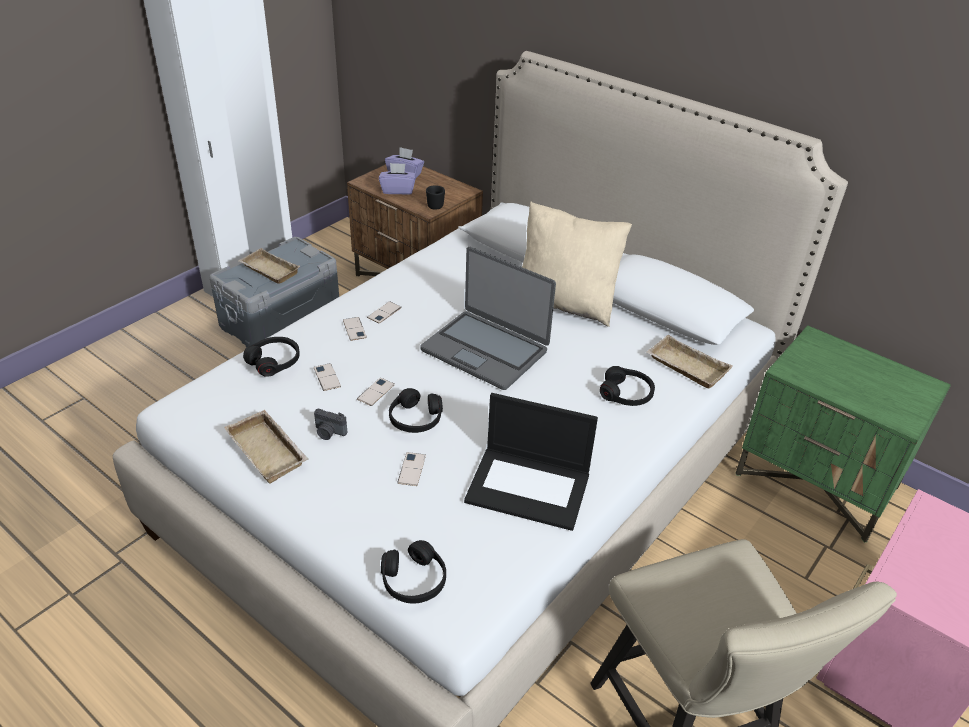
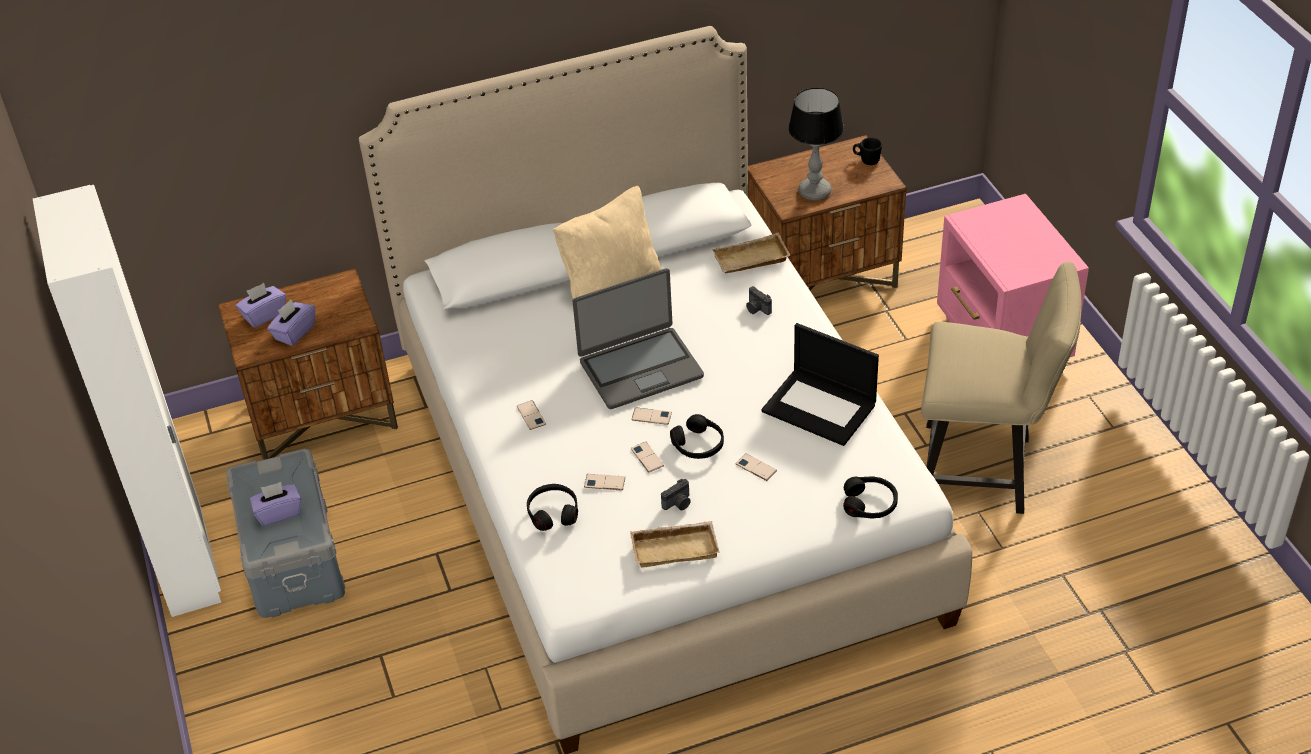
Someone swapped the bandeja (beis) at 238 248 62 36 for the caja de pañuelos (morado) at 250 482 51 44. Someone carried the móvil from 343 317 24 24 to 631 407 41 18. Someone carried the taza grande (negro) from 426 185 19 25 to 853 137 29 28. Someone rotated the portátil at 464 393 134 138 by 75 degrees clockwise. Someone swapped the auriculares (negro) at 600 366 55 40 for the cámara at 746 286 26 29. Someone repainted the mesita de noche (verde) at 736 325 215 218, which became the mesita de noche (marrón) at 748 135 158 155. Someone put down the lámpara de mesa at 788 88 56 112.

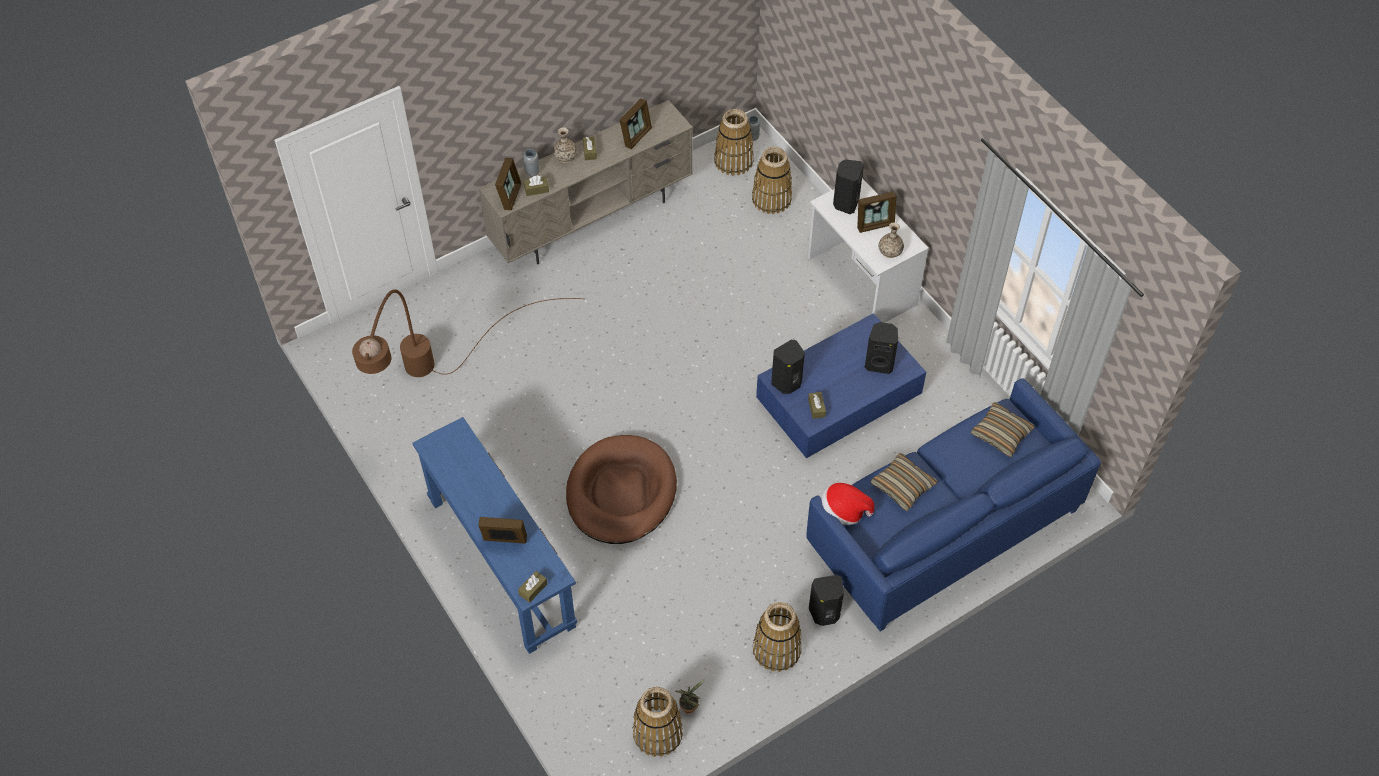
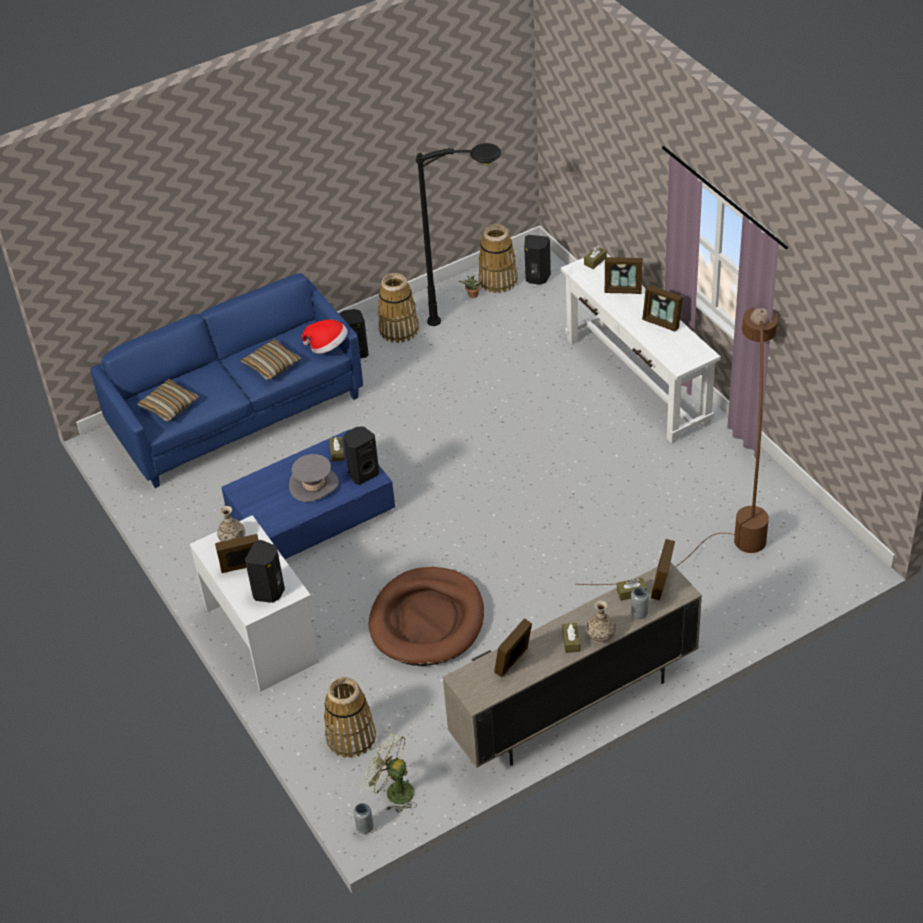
Someone repainted the mesa consola (azul) at 413 417 164 237, which became the mesa consola (blanco) at 561 254 160 189. Someone carried the cama para perro (marrón) from 566 435 111 109 to 369 567 115 99. Someone swapped the cesta at 714 109 40 67 for the ventilador (verde) at 364 733 53 80. Someone carried the altavoz (negro) from 865 322 33 52 to 524 235 27 50. Someone put down the sombrero (gris) at 289 454 50 48. Someone put down the lámpara de pie (negro) at 416 143 85 183. Someone put down the portarretratos at 642 285 41 47.

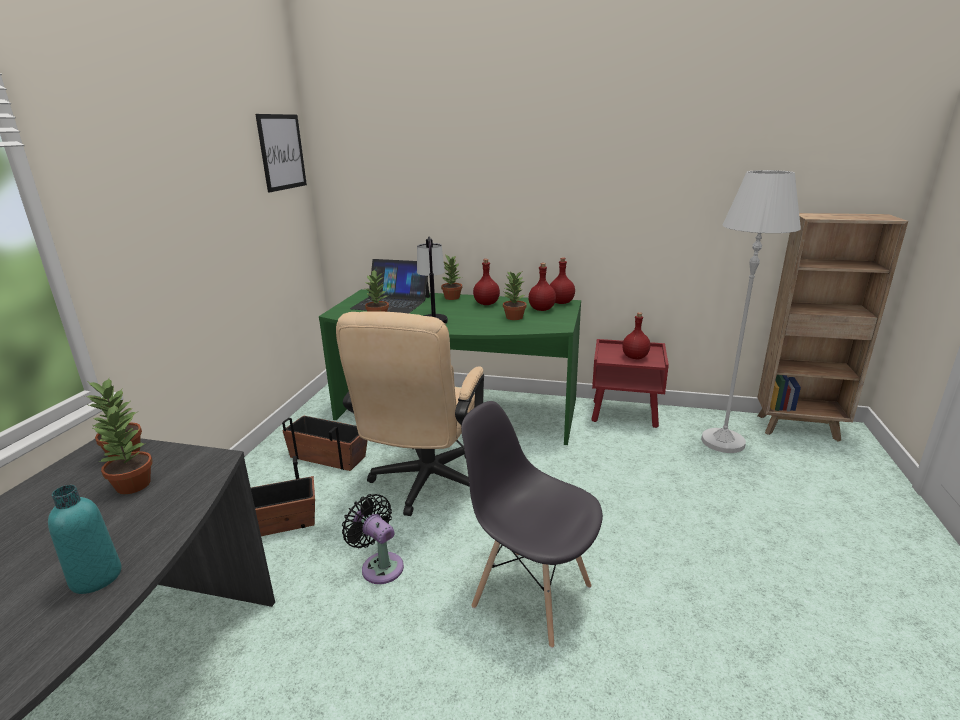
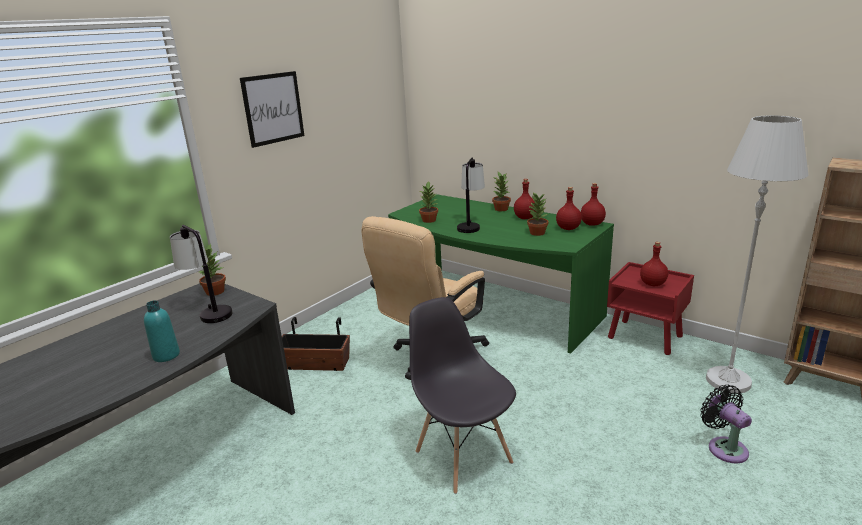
Someone swapped the planta en maceta at 92 404 61 90 for the lámpara de mesa at 170 225 63 98. Someone carried the cuadro from 255 114 52 78 to 240 71 64 77. Someone took away the maceta at 282 415 86 56. Someone carried the ventilador (negro) from 342 494 62 90 to 700 385 52 78. Someone took away the portátil at 350 259 80 55.

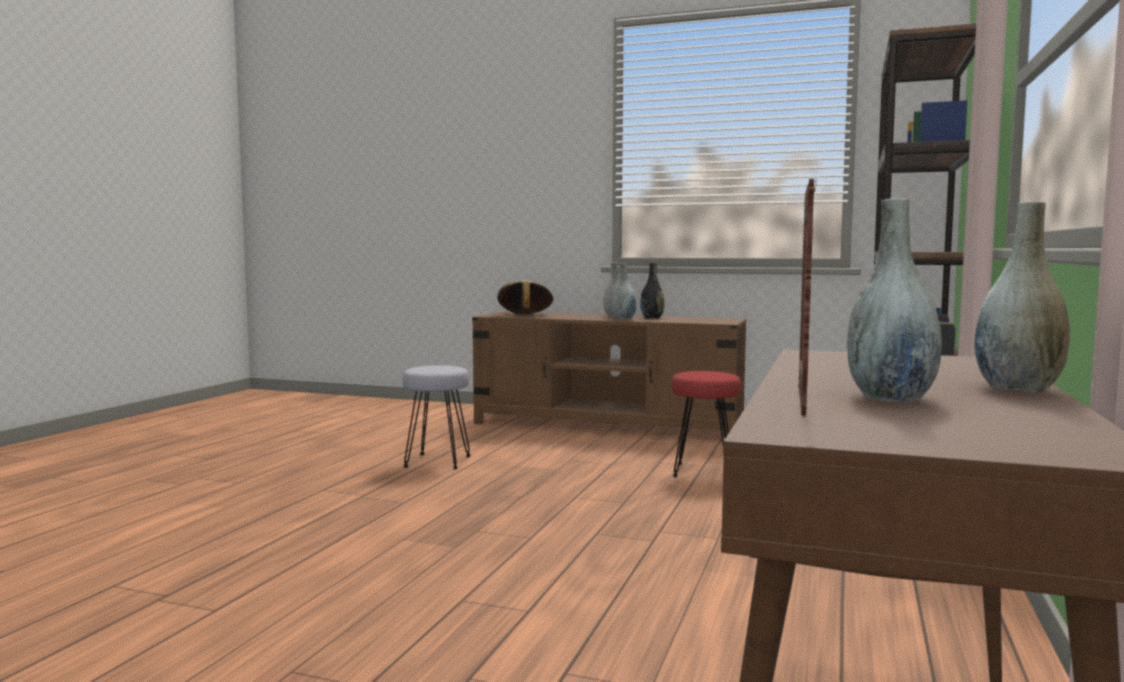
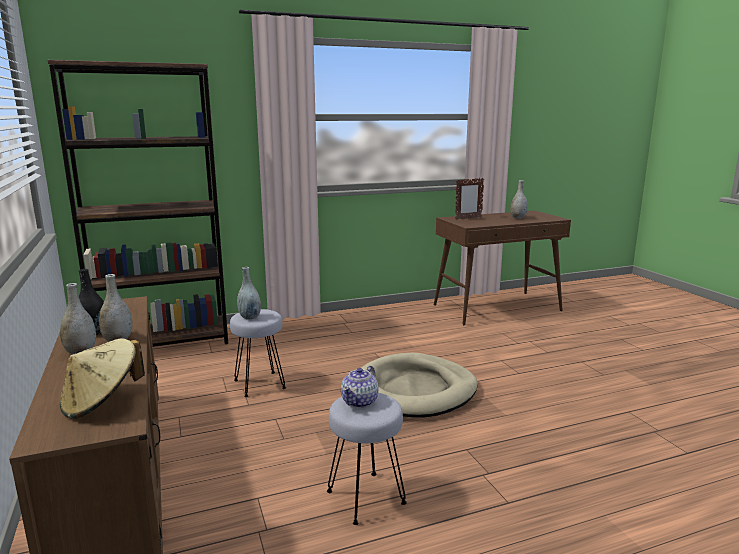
Someone repainted the taburete (rojo) at 672 371 69 106, which became the taburete (gris) at 230 309 56 88. Someone carried the portarretratos from 799 179 18 236 to 455 178 29 42. Someone carried the florero (gris) from 975 202 95 191 to 237 267 24 53. Someone put down the tetera at 341 366 38 42. Someone put down the cama para perro (beis) at 361 353 117 64.

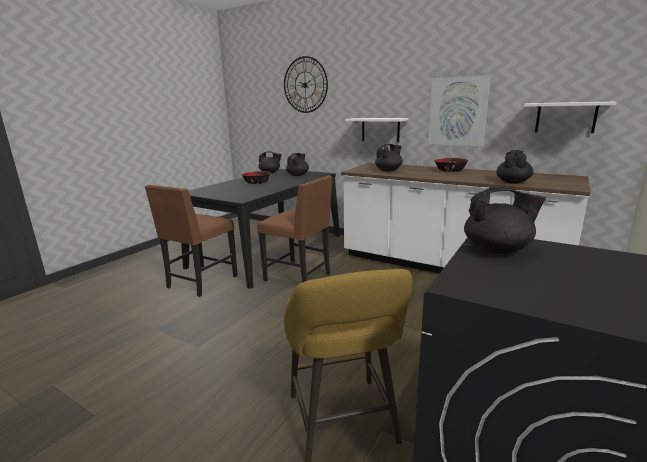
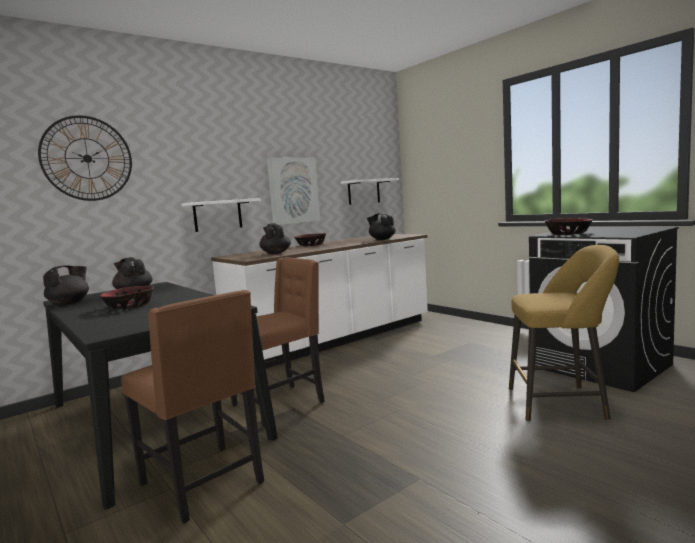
Someone swapped the tetera (negro) at 464 187 82 67 for the cuenco at 544 218 49 17.

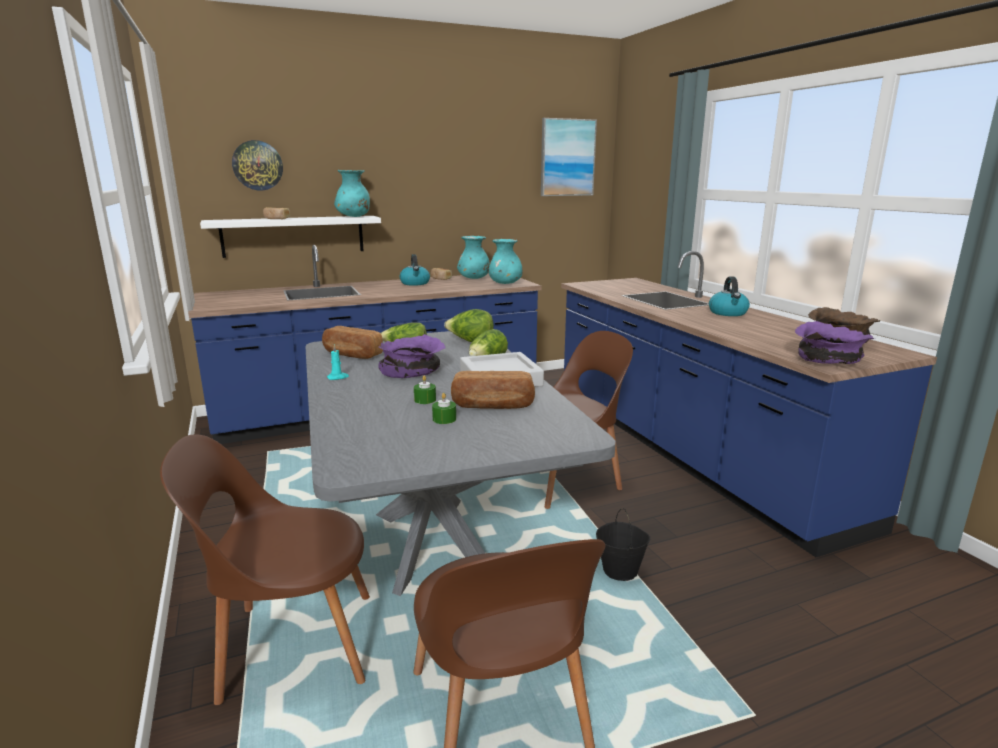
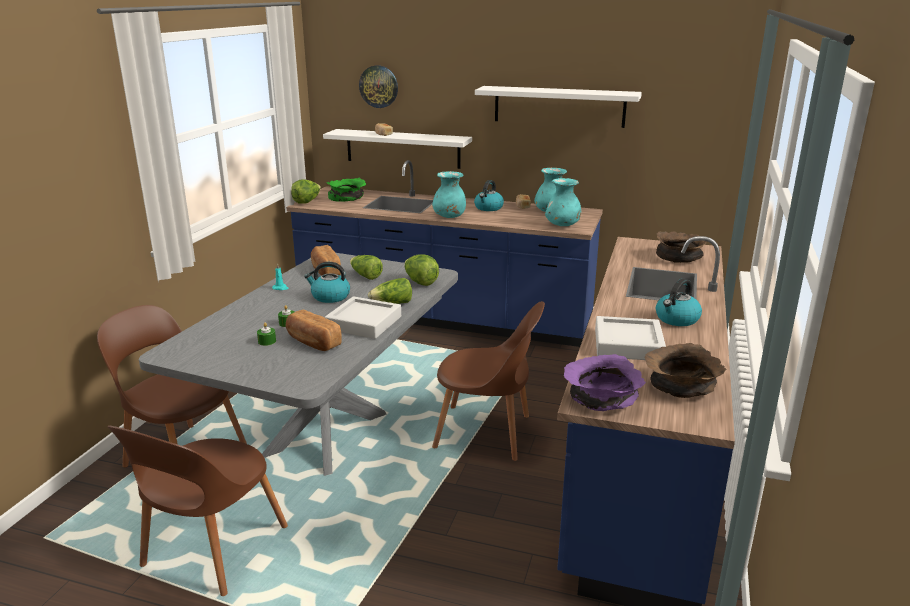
Someone carried the florero (turquesa) from 334 170 36 47 to 432 171 34 47. Someone swapped the cuenco (morado) at 379 334 66 44 for the hervidor at 304 262 46 41. Someone took away the cuadro at 541 118 56 78. Someone took away the cubo (negro) at 596 508 54 73. Someone put down the lechuga at 291 179 30 25. Someone put down the cuenco (verde) at 327 178 39 24. Someone put up the estante (blanco) at 475 86 167 42. Someone put down the bandeja (gris) at 595 316 71 44. Someone put down the cuenco (marrón) at 656 231 51 32.

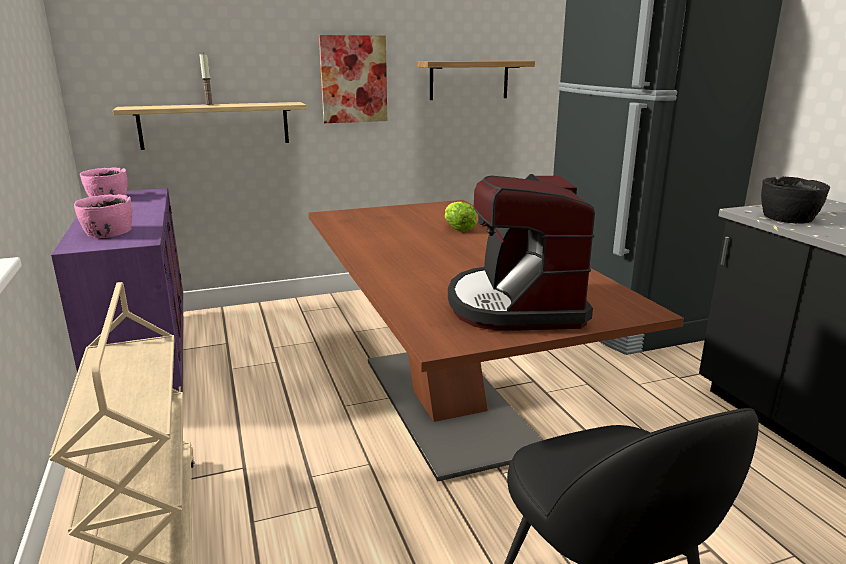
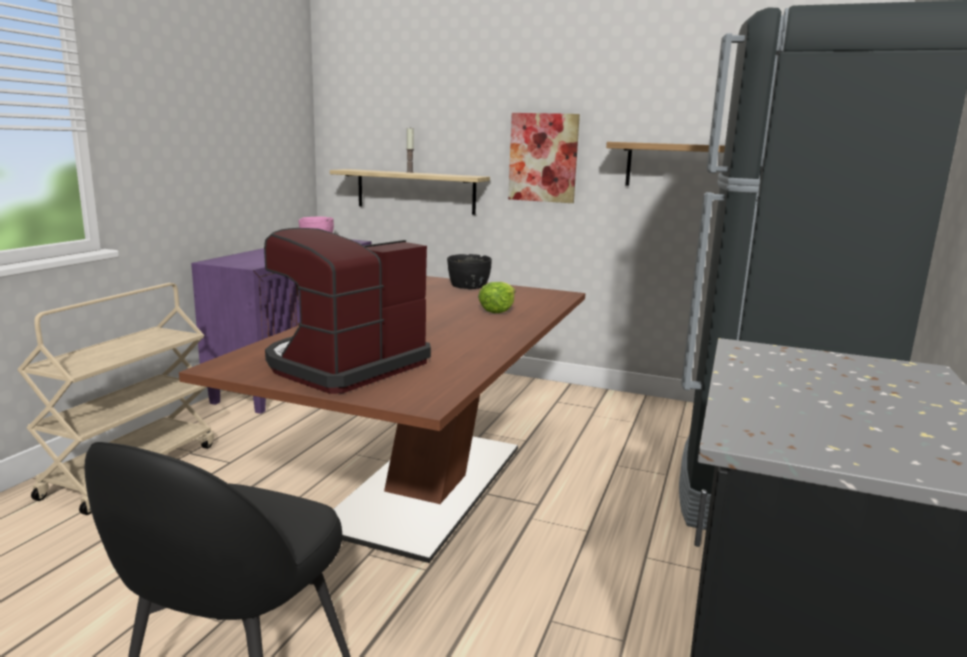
Someone took away the cuenco (rosa) at 74 194 59 44. Someone carried the cuenco (negro) from 761 177 69 47 to 447 254 45 35.

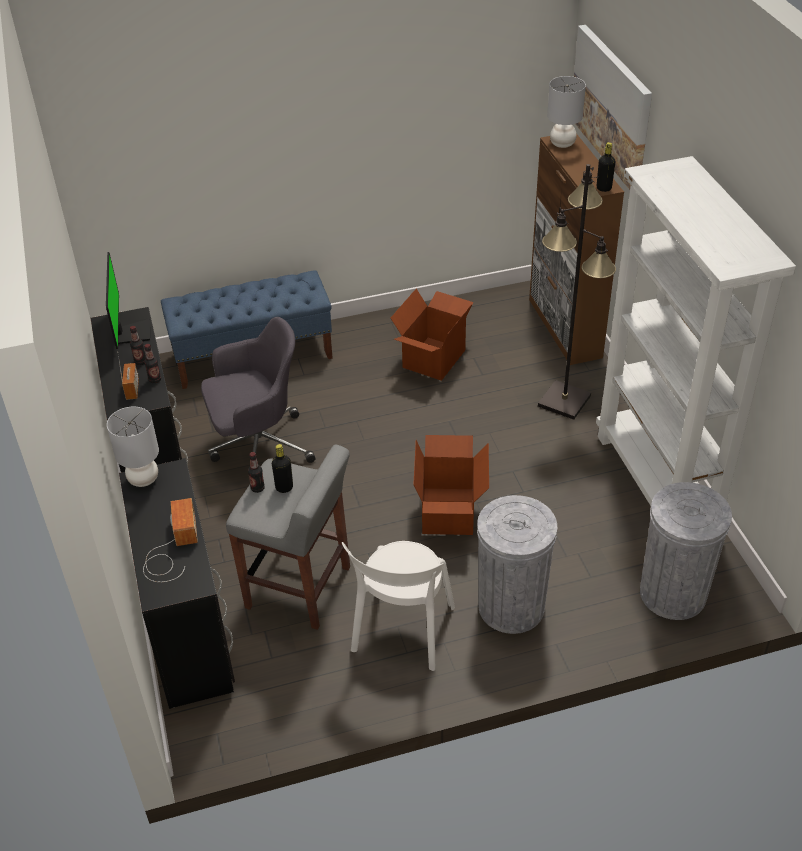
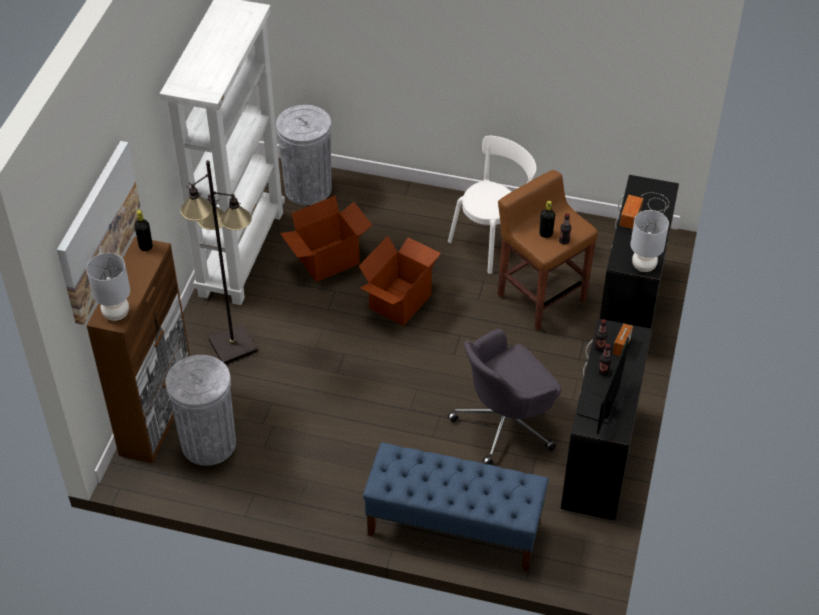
Someone rotated the silla de oficina (gris) at 201 317 114 146 by 45 degrees counterclockwise. Someone repainted the taburete (gris) at 226 444 124 186, which became the taburete (marrón) at 498 170 100 161. Someone carried the caja de cartón from 391 289 83 92 to 280 195 92 87. Someone carried the papelera (gris) from 477 495 80 139 to 165 355 71 111.

